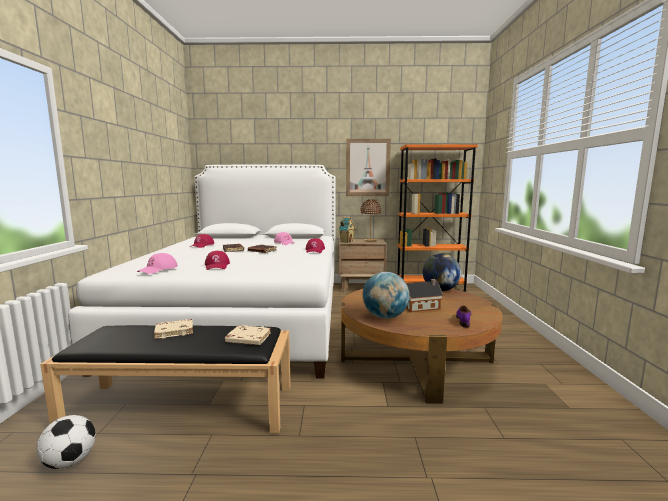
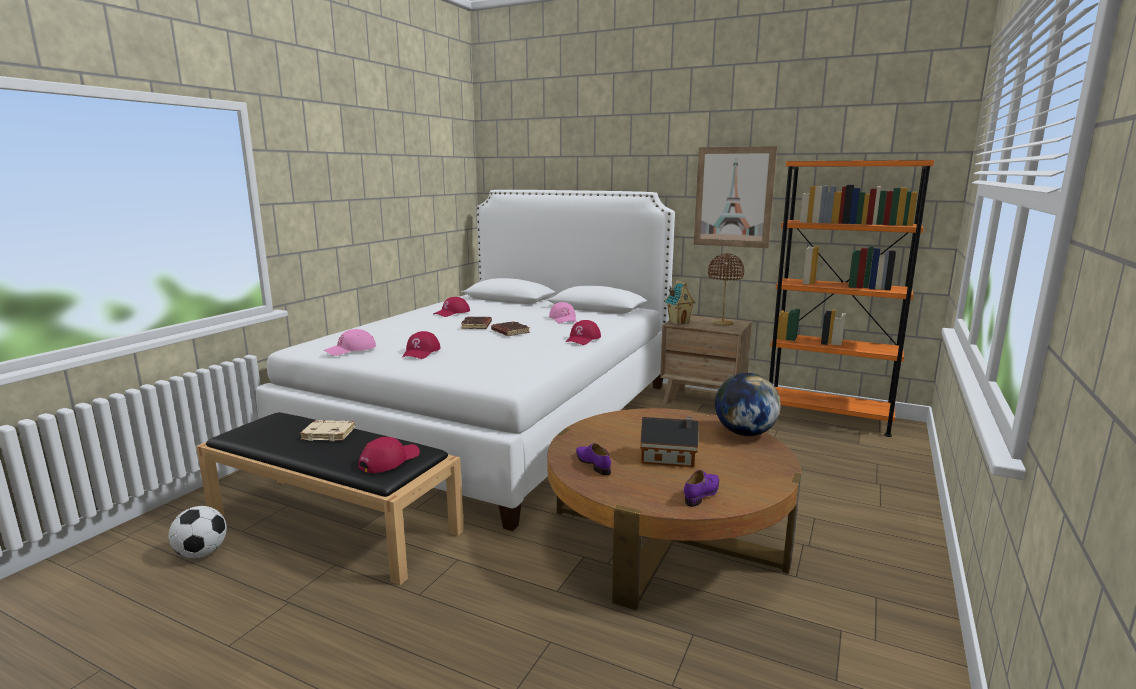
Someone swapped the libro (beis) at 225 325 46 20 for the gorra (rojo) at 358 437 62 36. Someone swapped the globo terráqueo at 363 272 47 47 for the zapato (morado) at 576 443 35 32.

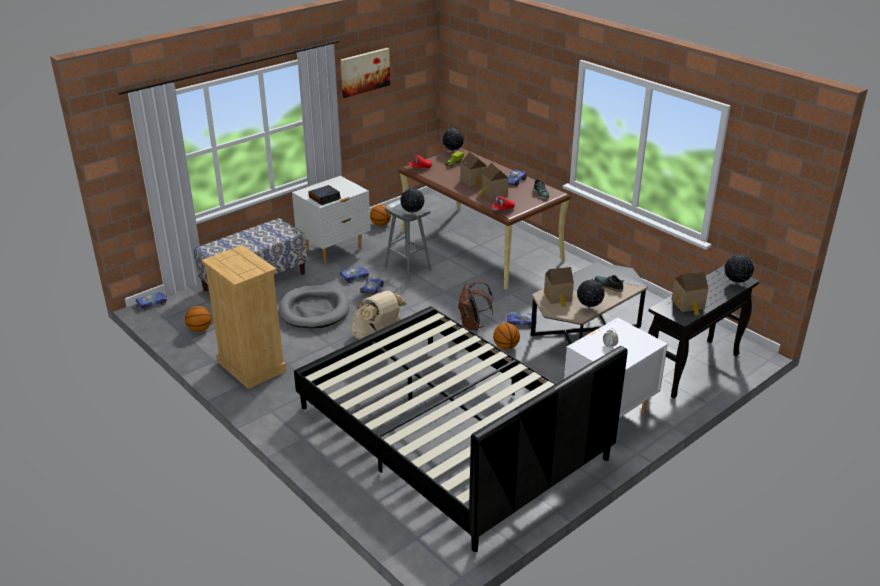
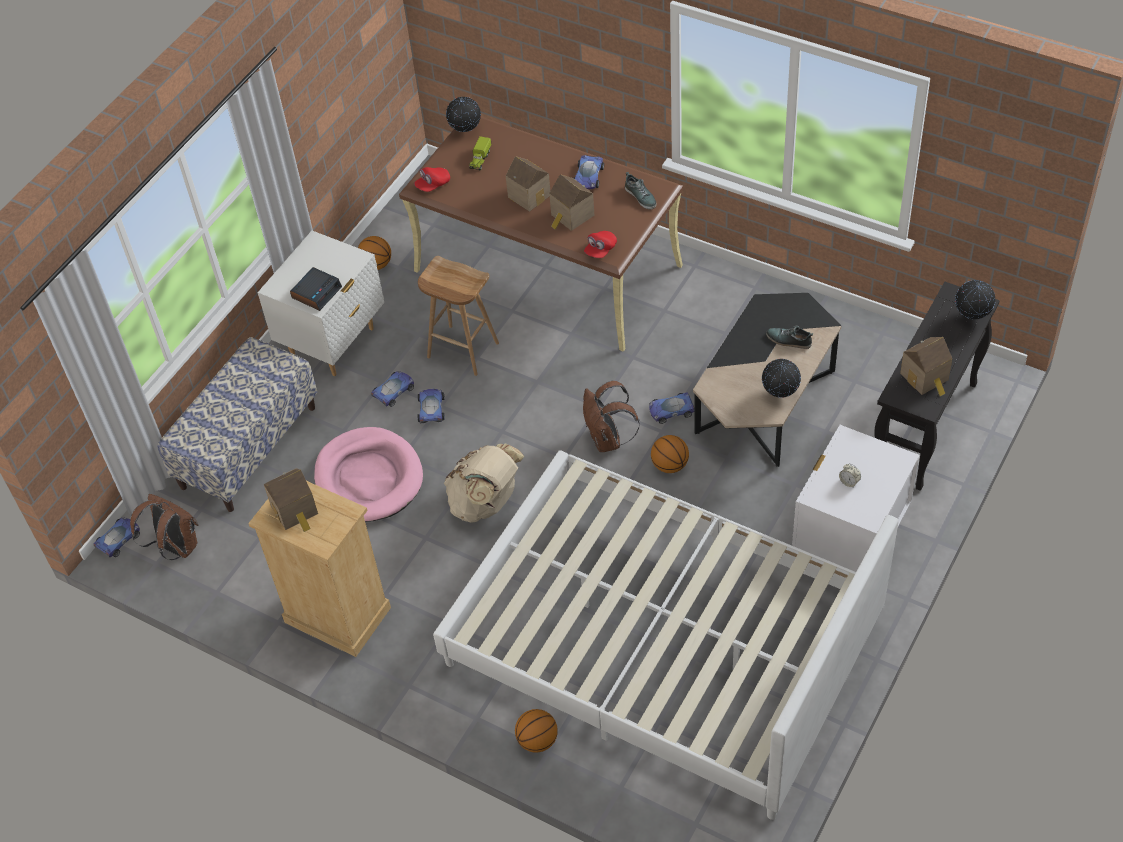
Someone carried the balón de baloncesto from 185 306 27 26 to 515 709 43 44. Someone repainted the cama para perro (gris) at 279 285 70 43, which became the cama para perro (rosa) at 314 427 109 95. Someone repainted the cama (negro) at 294 306 334 246, which became the cama (blanco) at 433 450 465 370. Someone took away the cuadro at 340 48 50 50. Someone repainted the taburete (gris) at 385 199 46 82, which became the taburete (marrón) at 418 256 81 120. Someone took away the globo terráqueo at 400 186 24 29. Someone carried the casita from 544 267 30 40 to 264 468 54 64. Someone put down the mochila (marrón) at 130 494 69 66.

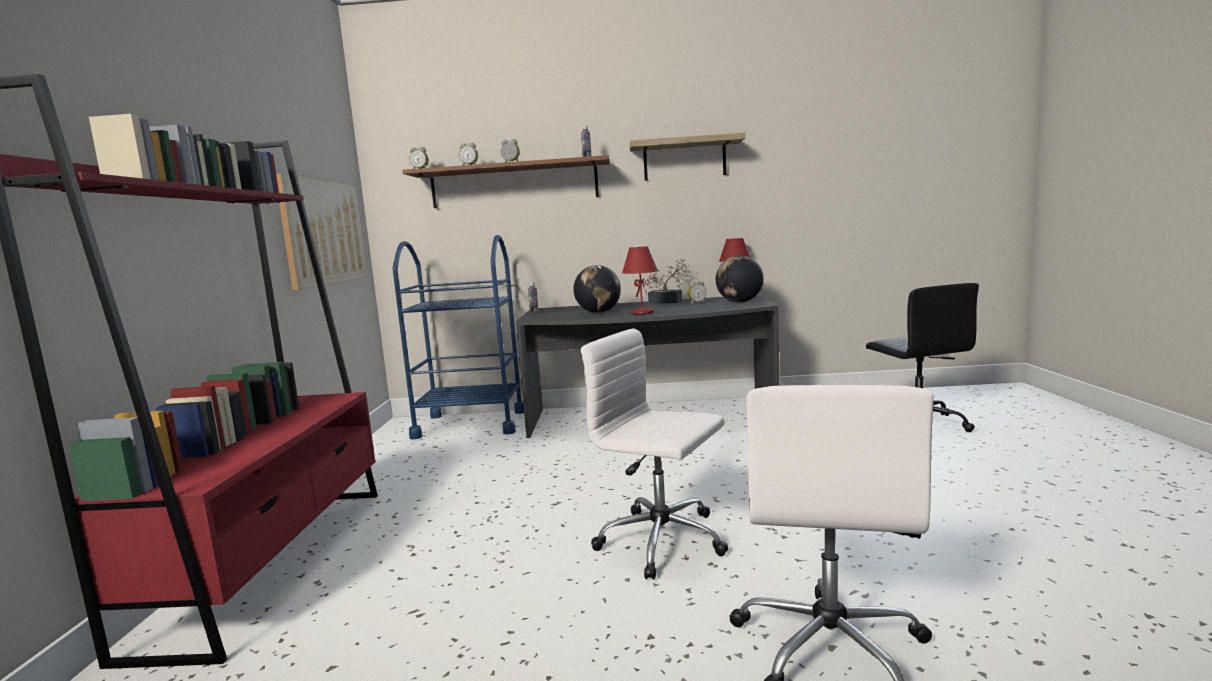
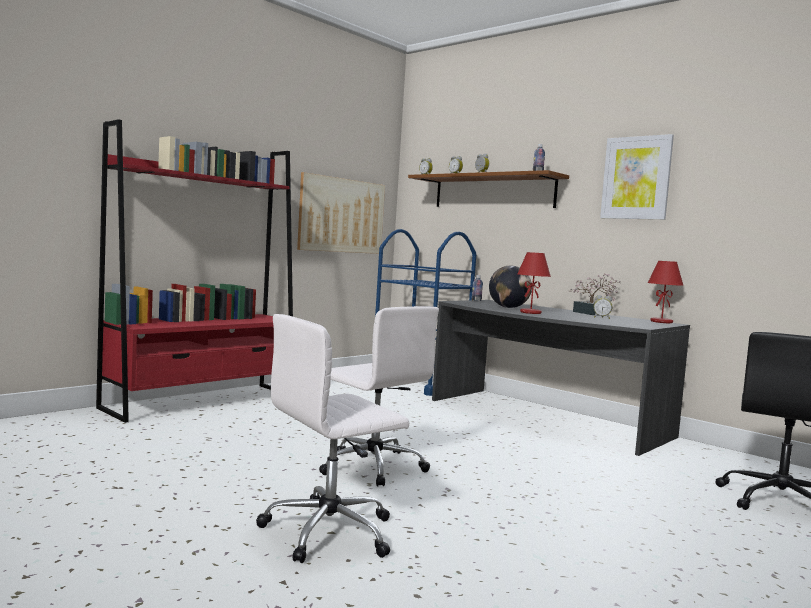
Someone rotated the silla de oficina (blanco) at 581 328 147 251 by 150 degrees clockwise. Someone swapped the estante at 630 132 115 49 for the cuadro at 600 134 74 86. Someone took away the globo terráqueo at 716 255 48 48.

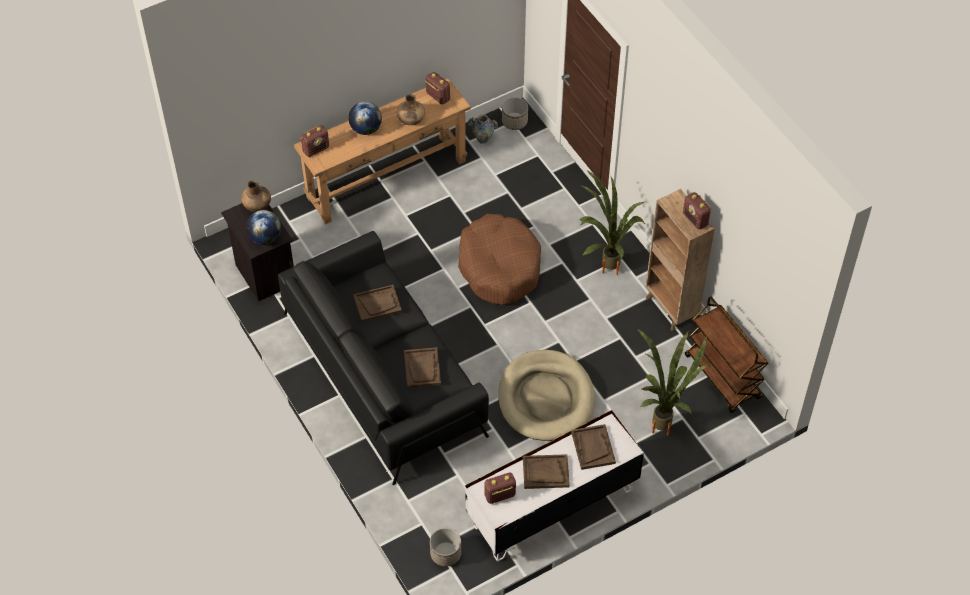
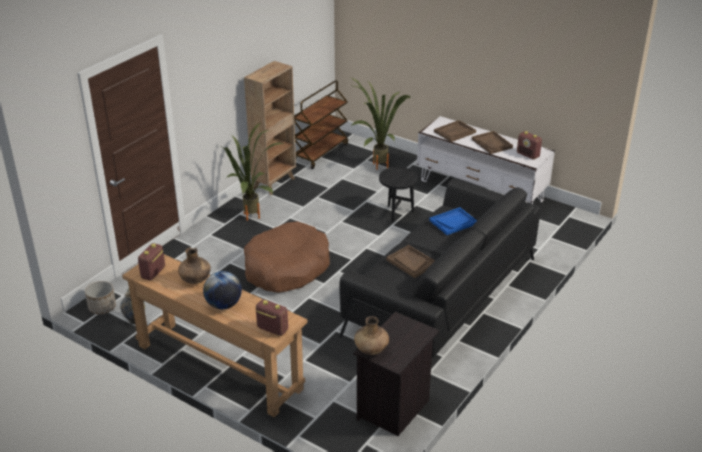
Someone took away the globo terráqueo at 246 210 35 35. Someone repainted the bandeja (marrón) at 404 347 37 41, which became the bandeja (azul) at 429 207 48 28. Someone took away the maceta at 430 528 31 39. Someone swapped the cama para perro (beis) at 498 350 97 91 for the mesa auxiliar (negro) at 379 167 39 55. Someone took away the radio at 683 192 29 38.

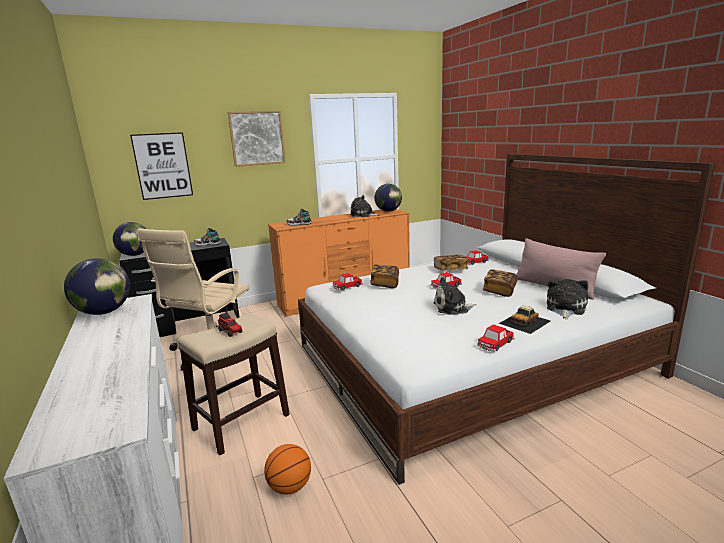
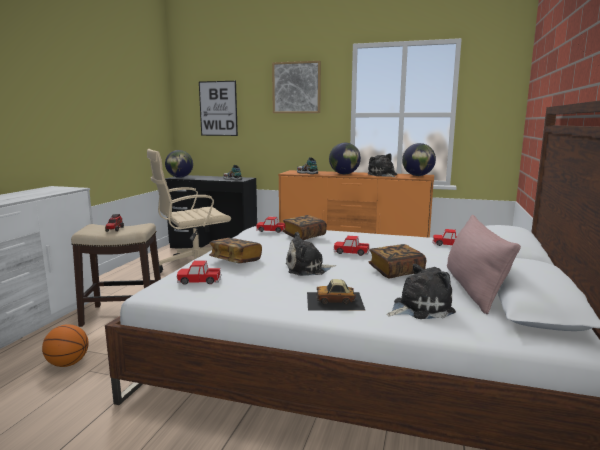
Someone carried the globo terráqueo from 64 258 66 57 to 329 143 32 31. Someone rotated the peluche at 433 277 44 38 by 45 degrees counterclockwise. Someone carried the libro from 434 255 34 15 to 209 238 53 25. Someone carried the coche de juguete from 477 324 38 28 to 177 260 45 25.

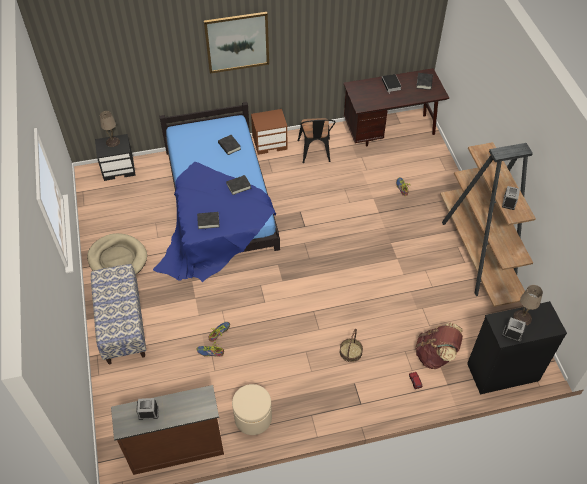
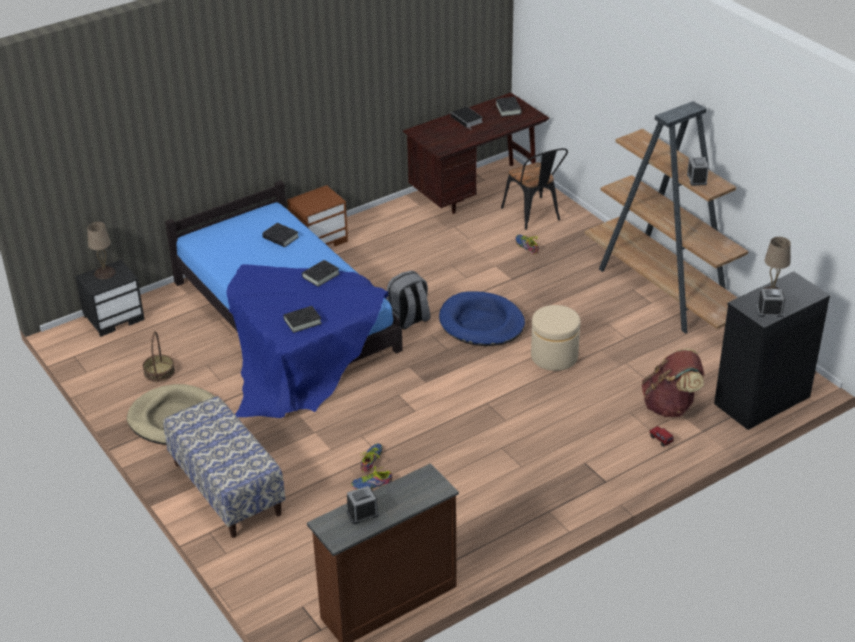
Someone took away the cuadro at 204 12 65 62. Someone carried the puf (beis) from 232 384 40 51 to 531 305 50 66. Someone carried the silla (negro) from 298 118 38 45 to 501 148 67 82. Someone carried the cesta from 340 329 23 33 to 143 331 32 51. Someone put down the mochila (gris) at 387 270 44 60. Someone put down the cama para perro (azul) at 439 291 86 55.

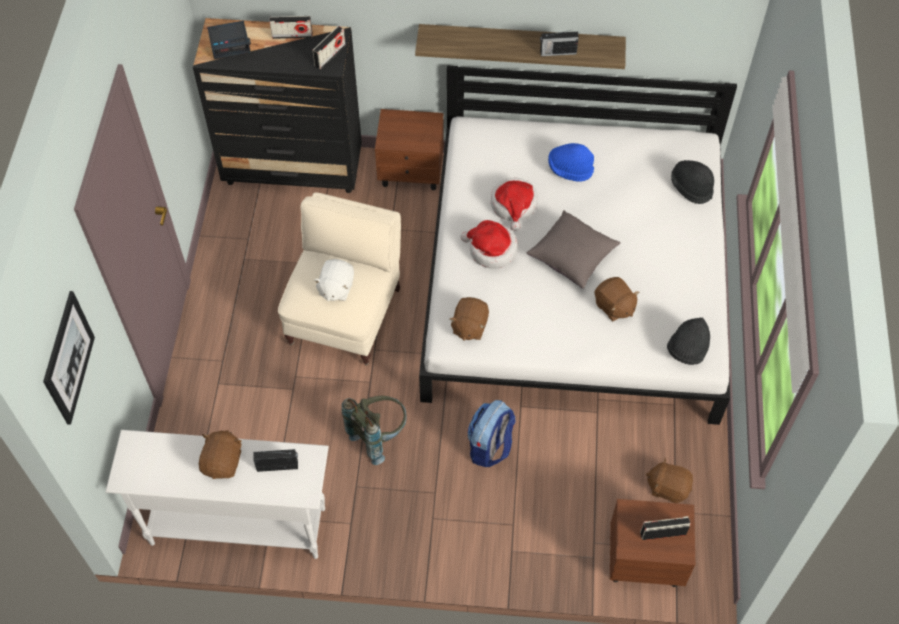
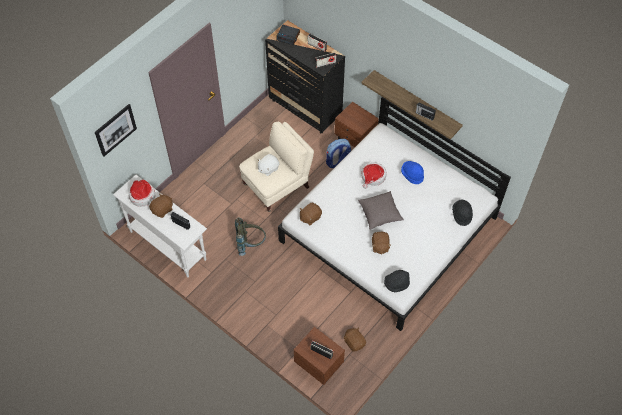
Someone carried the sombrero from 461 220 57 49 to 129 180 26 27. Someone carried the mochila from 467 400 49 67 to 326 139 25 29.

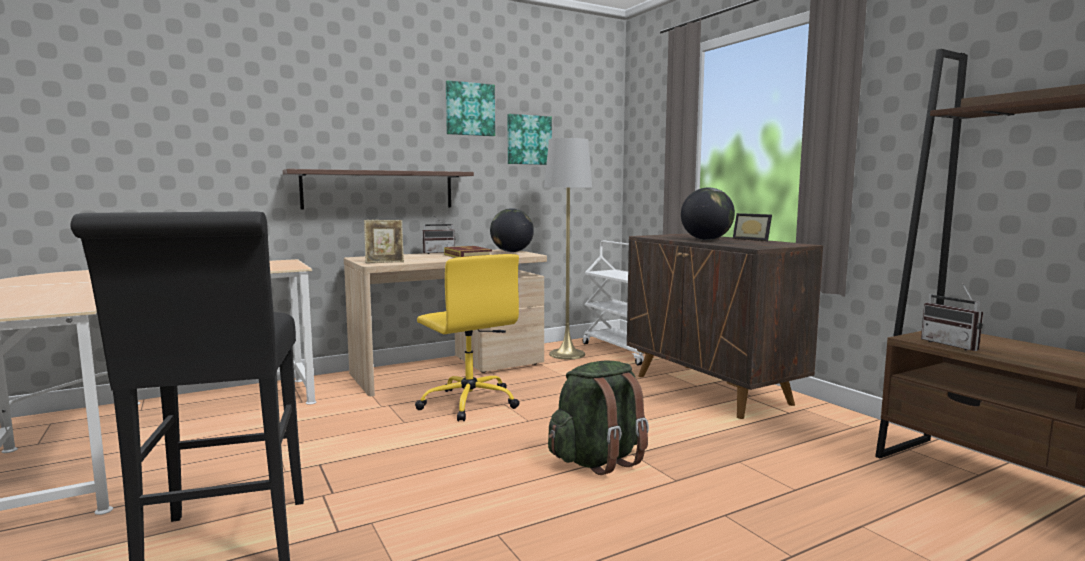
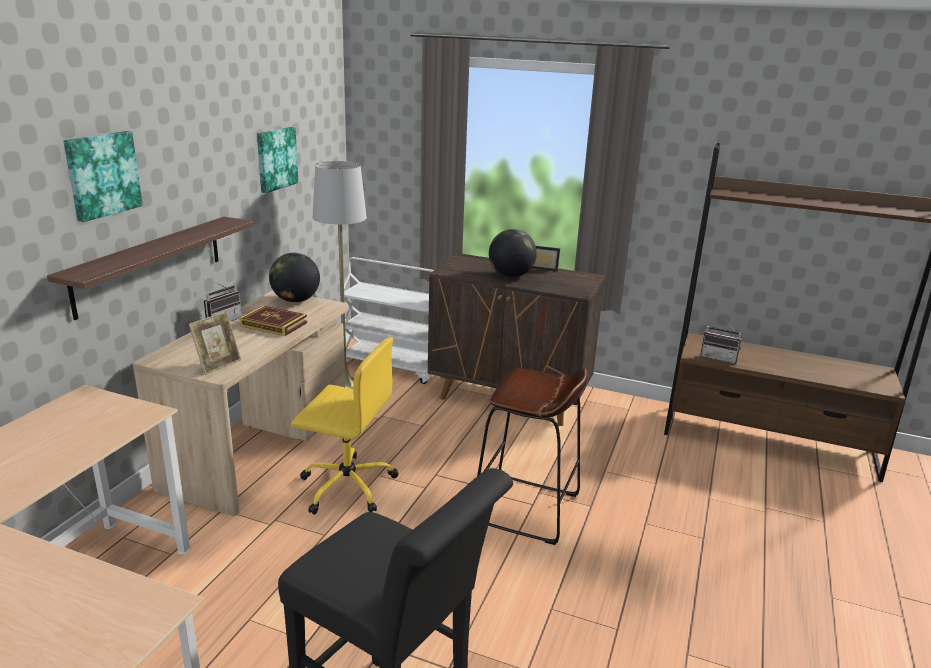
Someone carried the cuadro from 446 80 49 56 to 63 131 80 91. Someone swapped the mochila (verde) at 548 361 101 114 for the taburete (marrón) at 477 368 110 177.

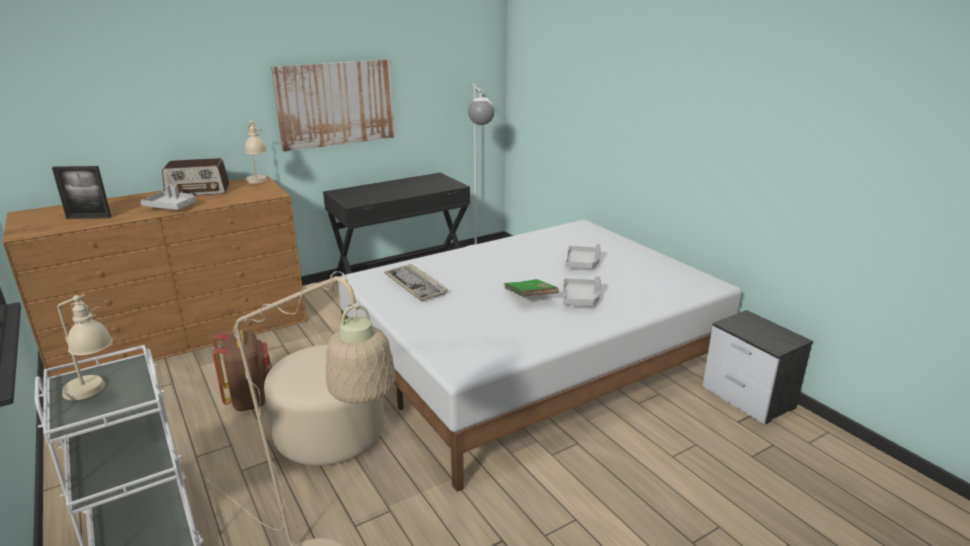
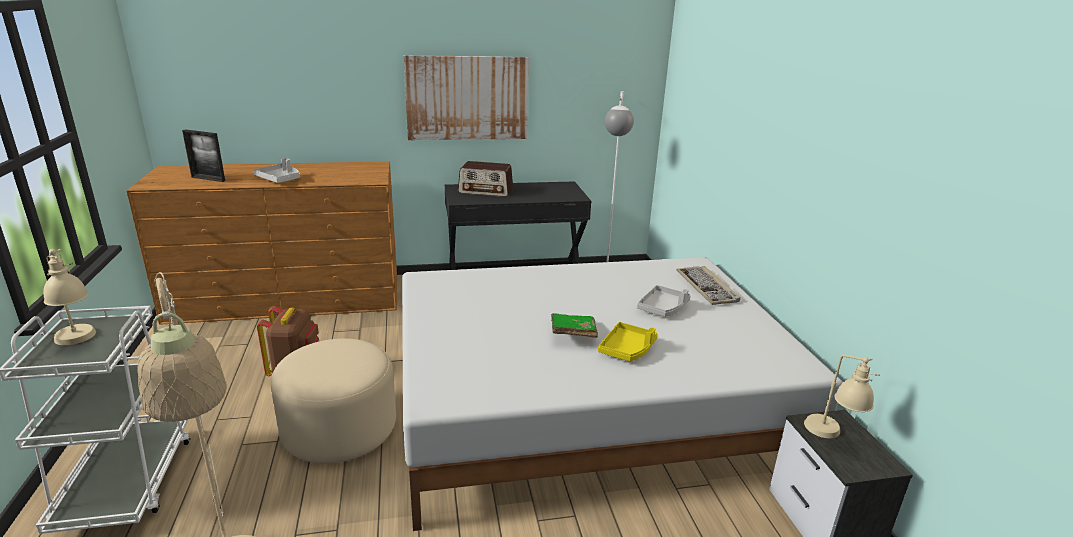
Someone carried the radio from 162 158 67 38 to 458 161 55 36. Someone carried the lámpara de mesa (beis) from 245 121 22 63 to 804 354 76 84. Someone carried the teclado from 384 264 63 37 to 676 266 65 39. Someone repainted the bandeja (gris) at 563 276 38 30, which became the bandeja (amarillo) at 598 322 60 39.

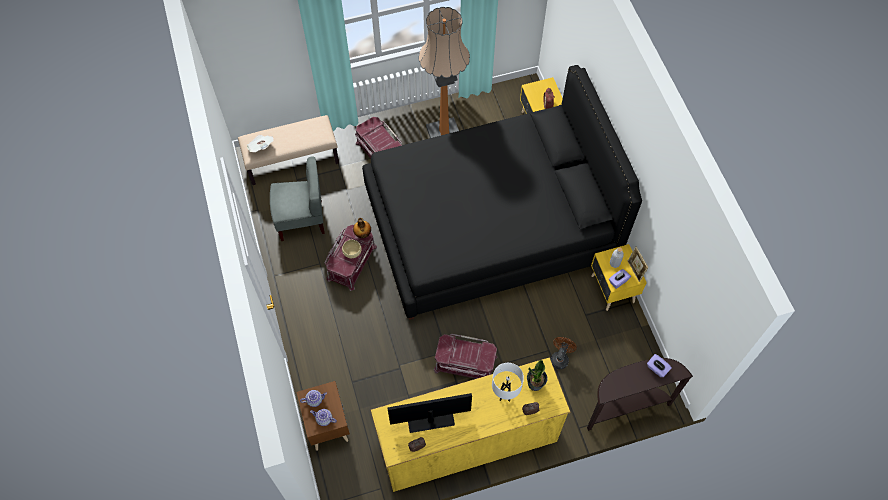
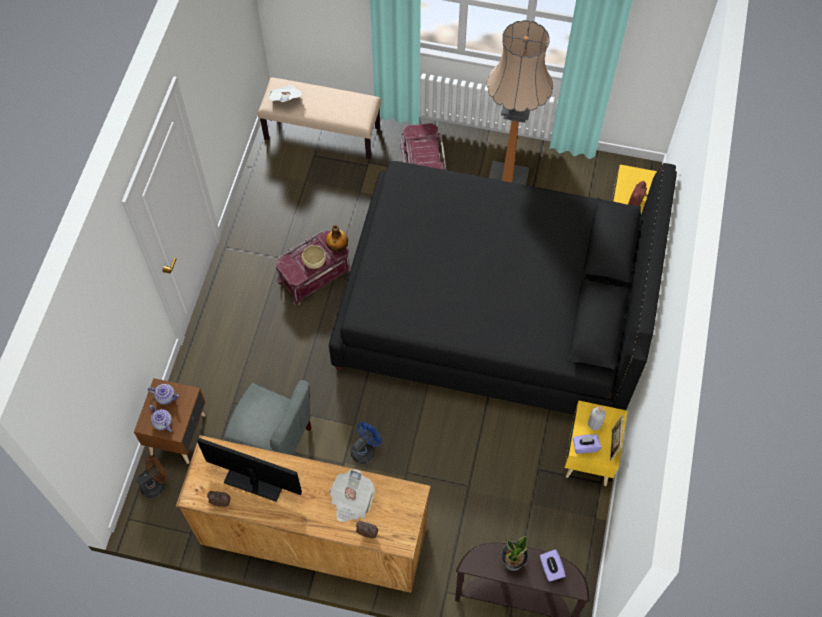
Someone carried the silla (gris) from 270 157 55 84 to 224 380 87 75. Someone repainted the cómoda (amarillo) at 370 357 201 135, which became the cómoda (marrón) at 176 435 255 158. Someone swapped the caja de almacenaje (rojo) at 433 334 64 45 for the ventilador (azul) at 351 422 31 42. Someone swapped the lámpara de mesa (blanco) at 492 363 32 39 for the periódico at 330 469 45 53. Someone carried the planta en maceta from 527 360 21 31 to 501 536 27 35. Someone carried the ventilador (marrón) from 551 337 26 32 to 136 456 31 42.

